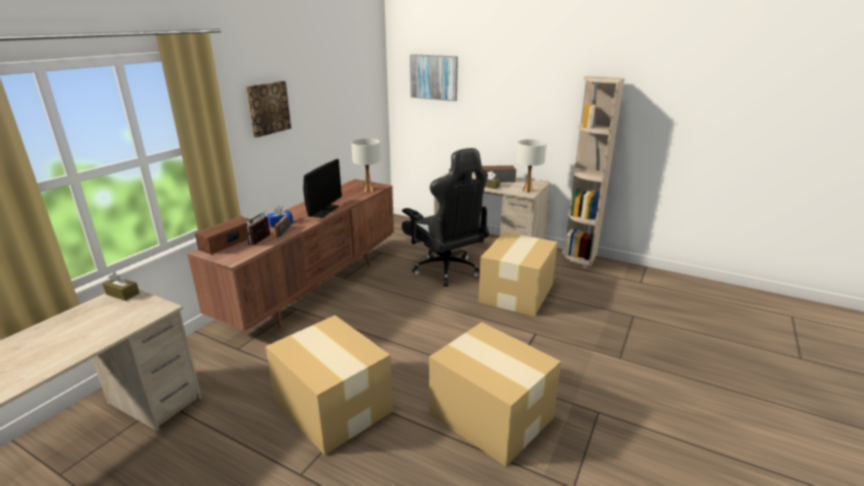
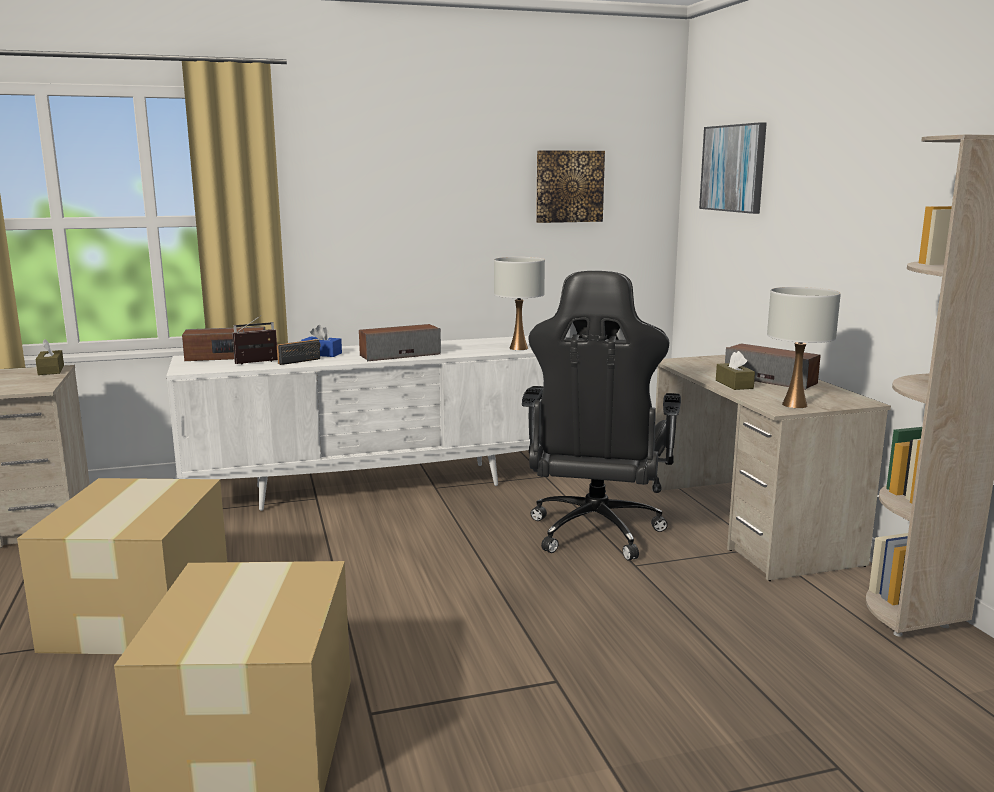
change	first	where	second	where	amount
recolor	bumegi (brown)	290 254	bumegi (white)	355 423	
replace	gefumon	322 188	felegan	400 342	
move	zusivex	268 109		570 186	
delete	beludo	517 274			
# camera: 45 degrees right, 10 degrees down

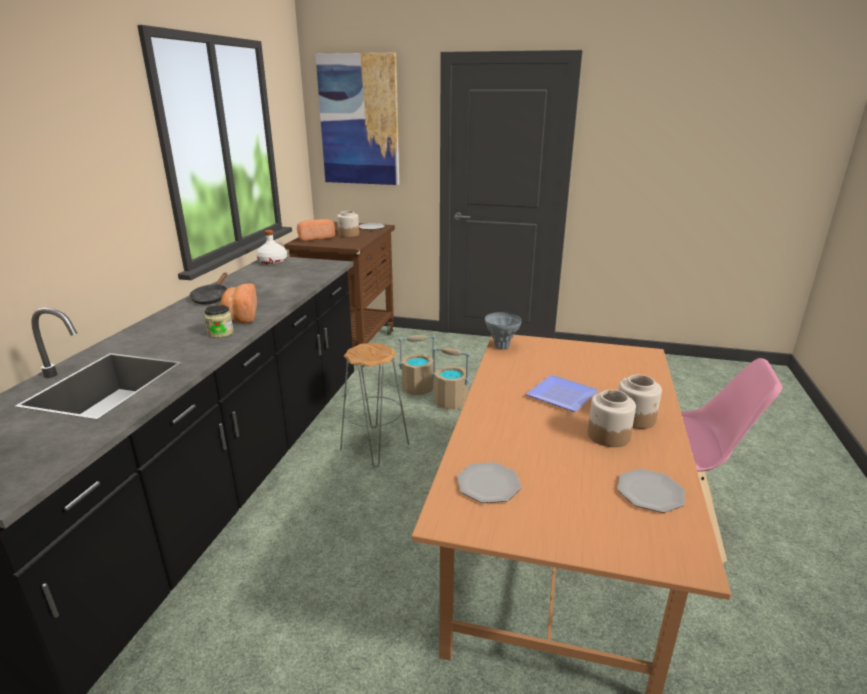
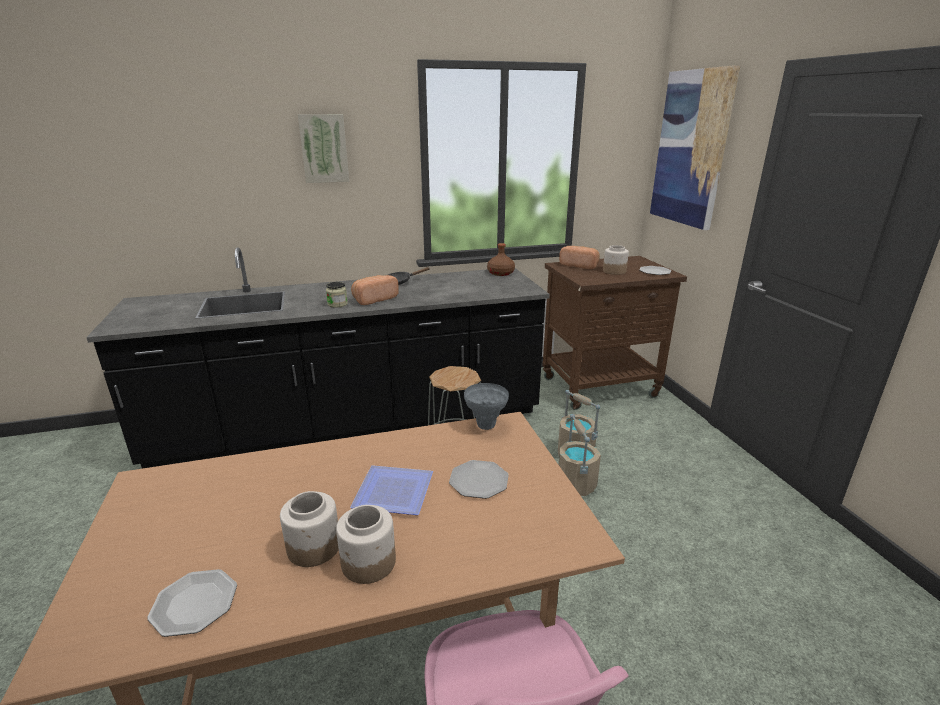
change	first	where	second	where	amount
insert			zusivex	323 148	
move	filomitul	489 482		479 479	
recolor	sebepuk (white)	271 247	sebepuk (brown)	501 259	
# camera: 60 degrees right, 0 degrees up

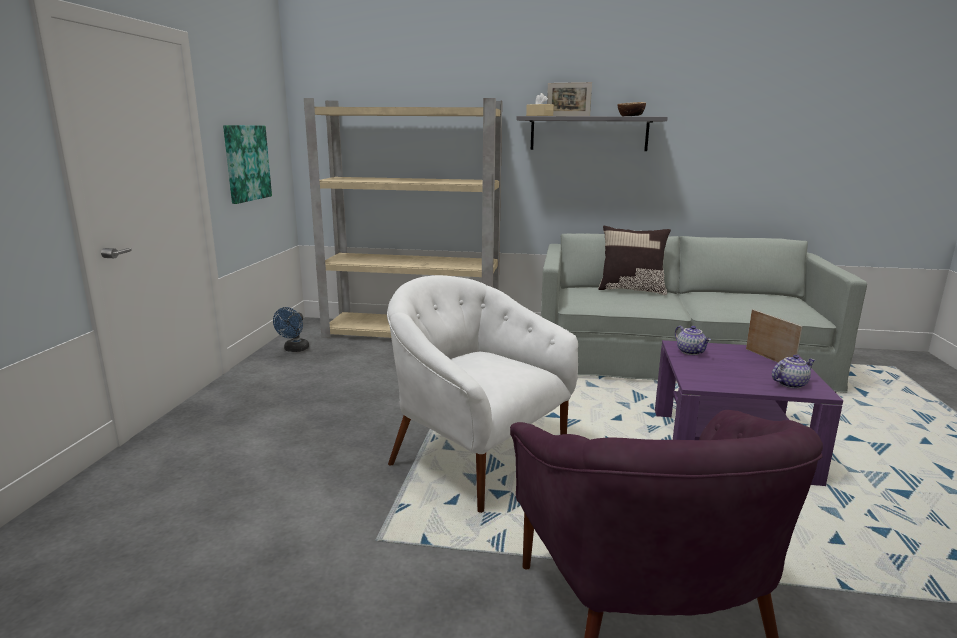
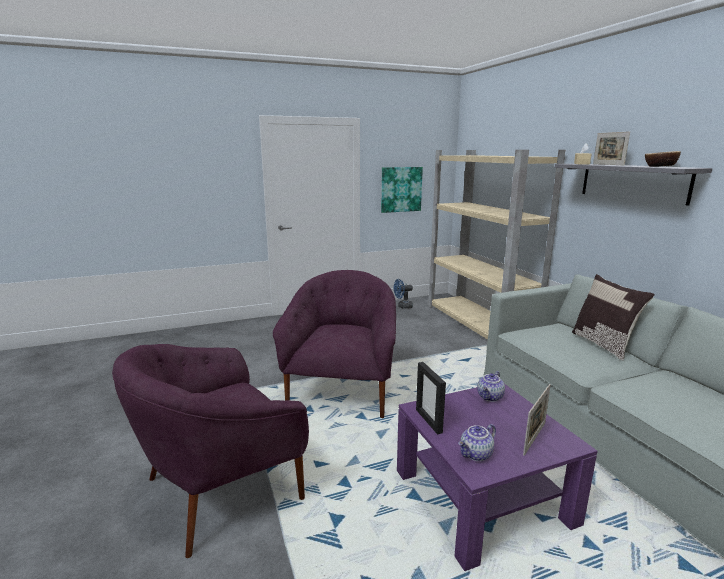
change	first	where	second	where	amount
recolor	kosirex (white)	482 394	kosirex (purple)	334 344	
insert			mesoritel	431 398	
rotate	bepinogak	793 372		477 442	105 degrees clockwise
# camera: 60 degrees right, 0 degrees up

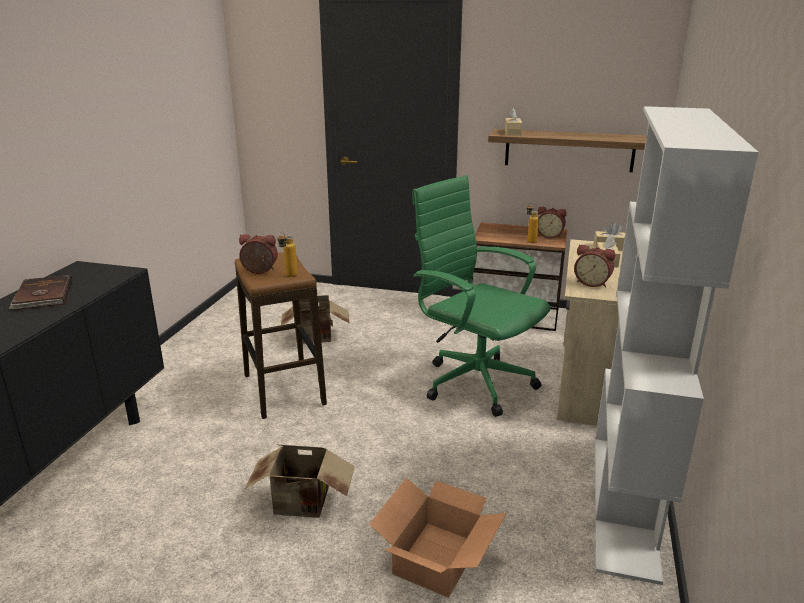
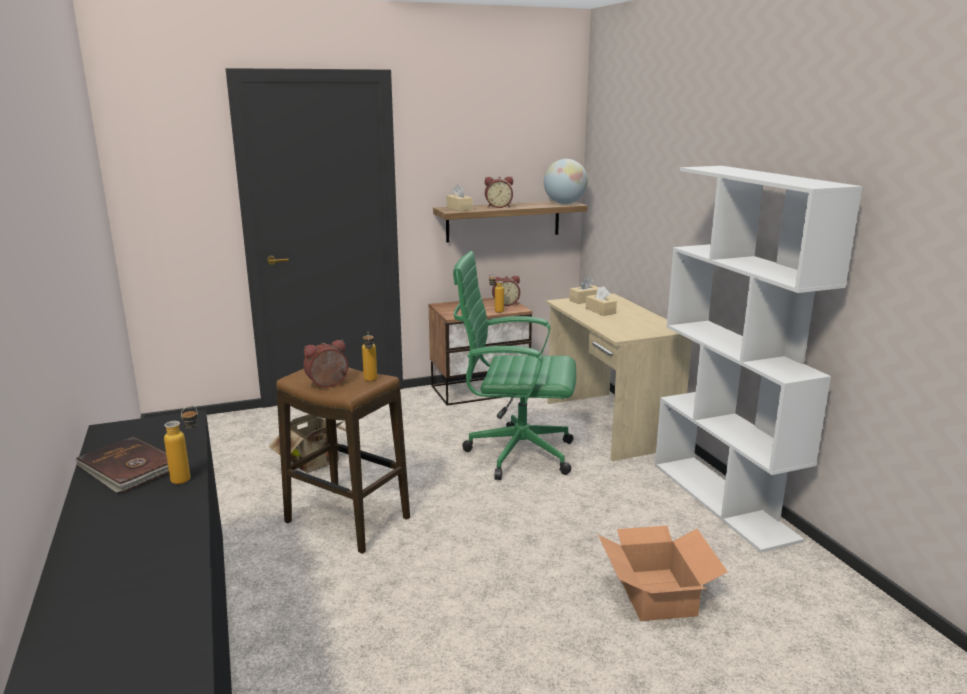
change	first	where	second	where	amount
insert			sebepuk	181 445	
move	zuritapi	594 266		499 192	
insert			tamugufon	566 181	
delete	beludo	300 481			
# camera: 35 degrees left, 5 degrees down

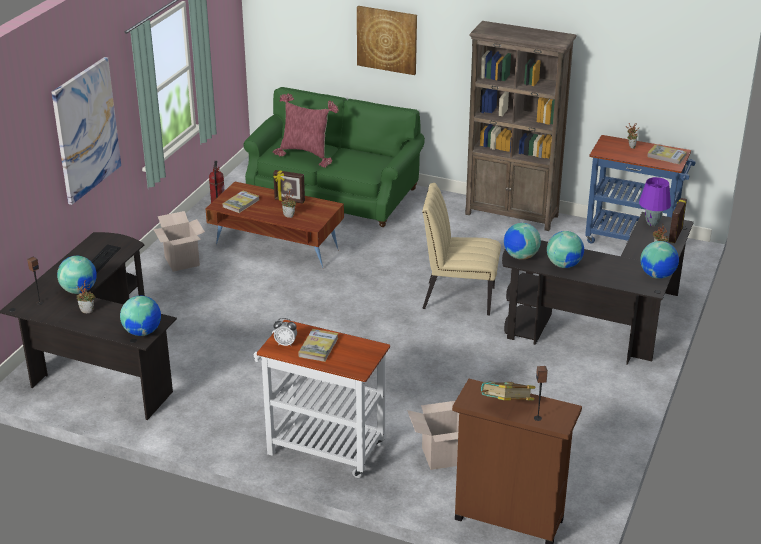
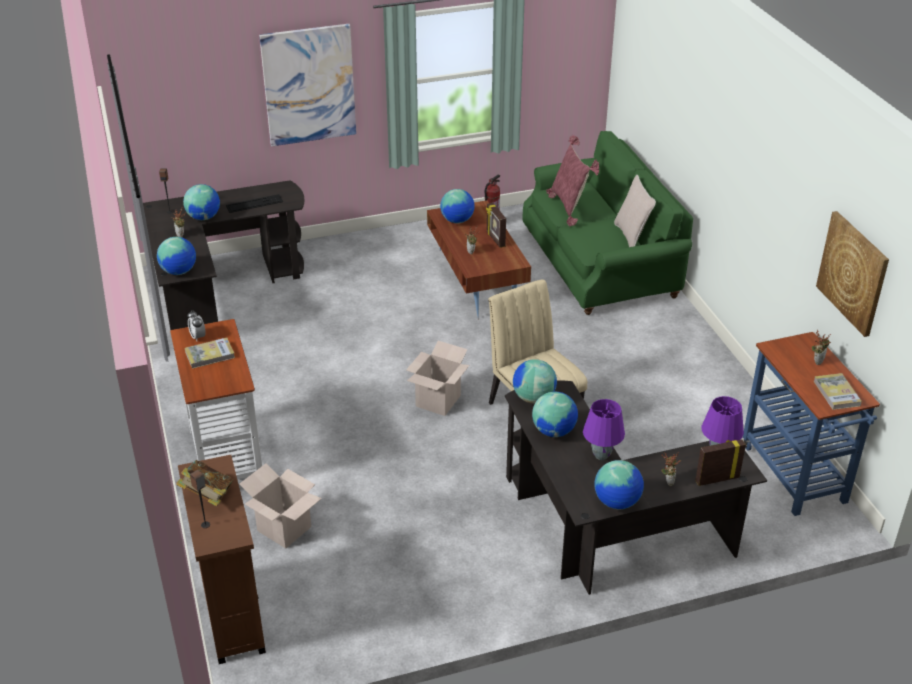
change	first	where	second	where	amount
move	beludo	179 241		438 378	
replace	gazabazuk	241 202	tamugufon	457 206	
insert			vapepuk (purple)	604 429	
insert			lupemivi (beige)	635 211	
move	zusivex	387 40		852 274	
delete	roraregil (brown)	521 126			
# camera: 50 degrees right, 5 degrees up

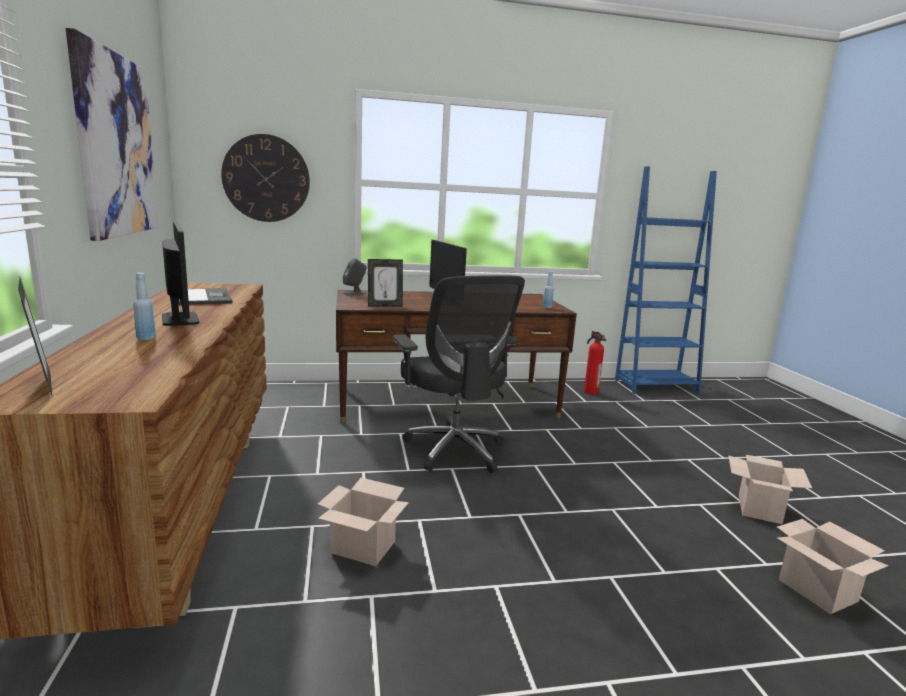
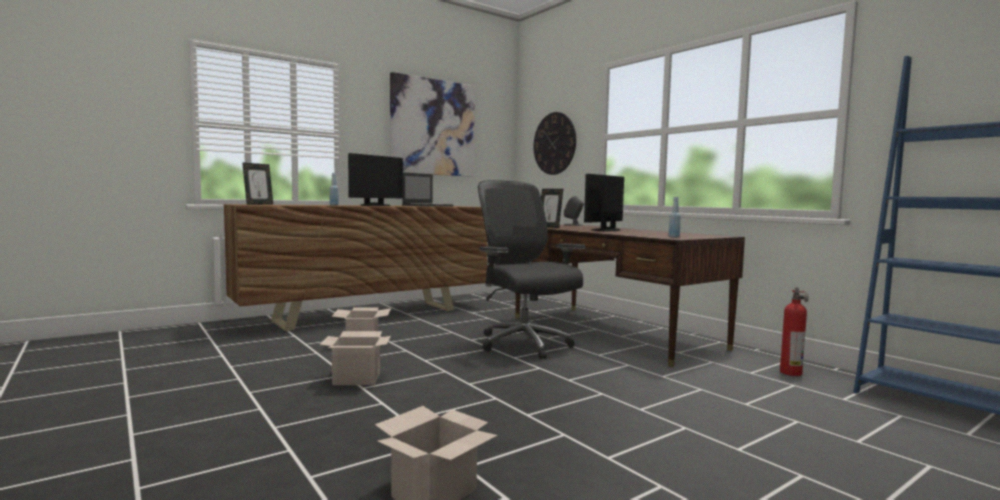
change	first	where	second	where	amount
move	beludo	770 489		355 358	
rotate	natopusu	458 374		532 269	105 degrees clockwise
# camera: 65 degrees right, 10 degrees down

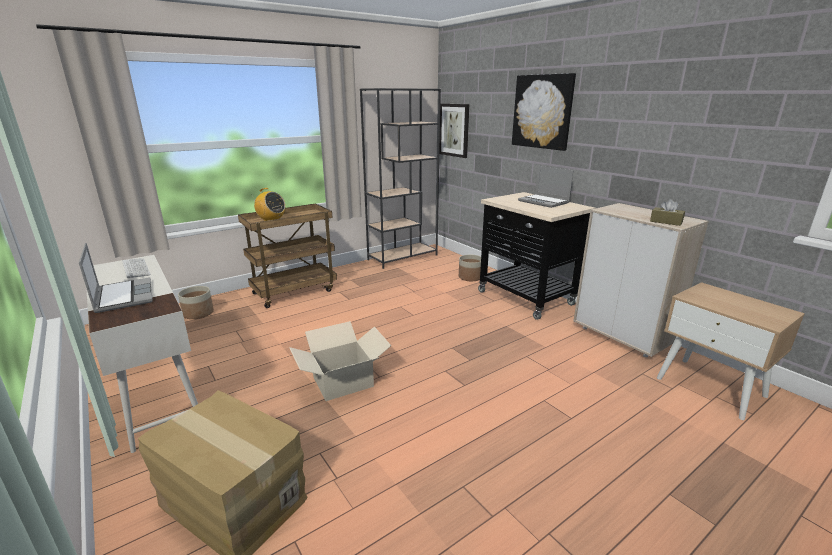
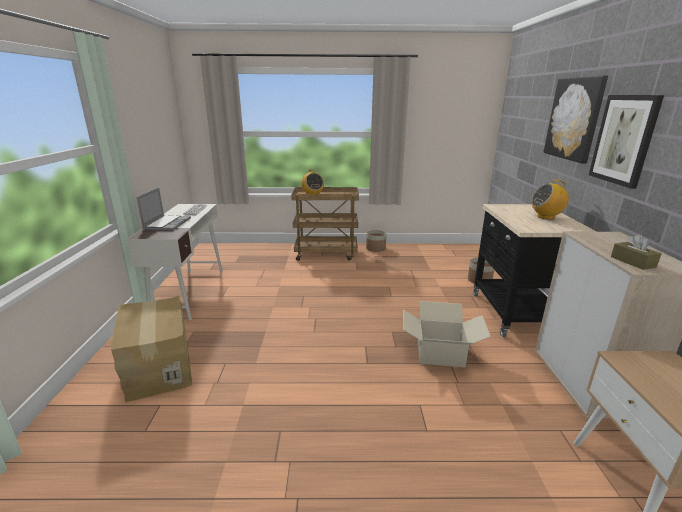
change	first	where	second	where	amount
move	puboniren	196 302		376 241	
move	beludo	340 361		447 334	
replace	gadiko	545 187	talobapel	550 200	
move	zusivex	454 131		626 142	
delete	roraregil	400 178			
# camera: 35 degrees right, 0 degrees up

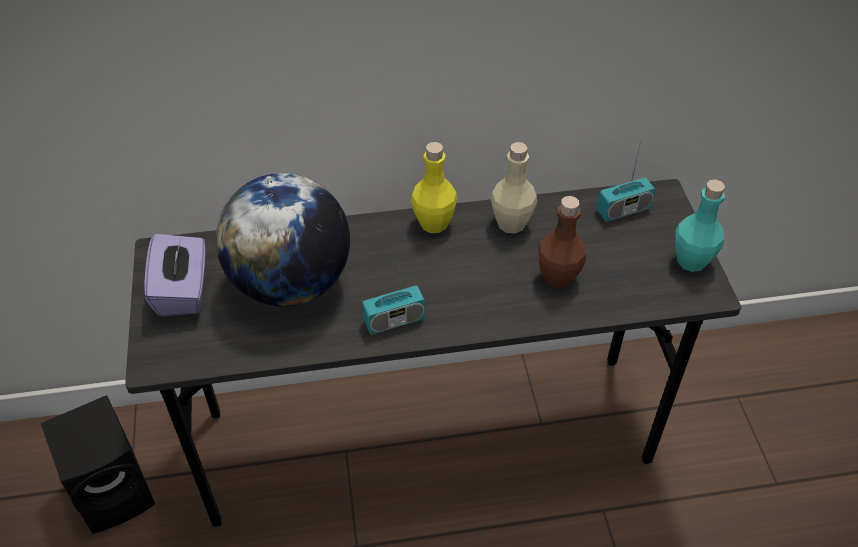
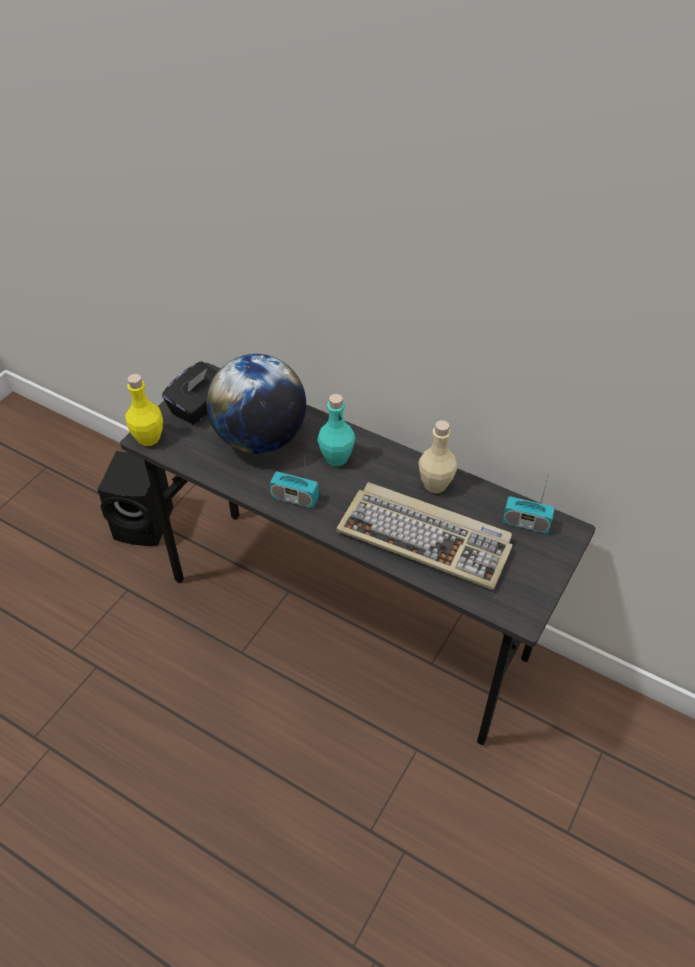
change	first	where	second	where	amount
move	sebepuk (yellow)	434 187		144 410	
recolor	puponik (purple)	175 275	puponik (black)	189 393	
move	sebepuk (turquoise)	700 225		336 430	
replace	sebepuk (brown)	562 242	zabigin	425 536	
# camera: 40 degrees right, 0 degrees up

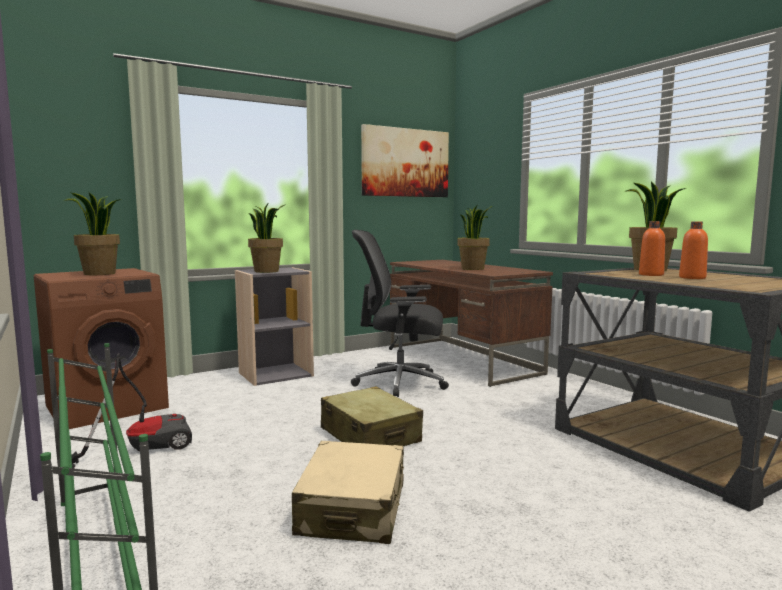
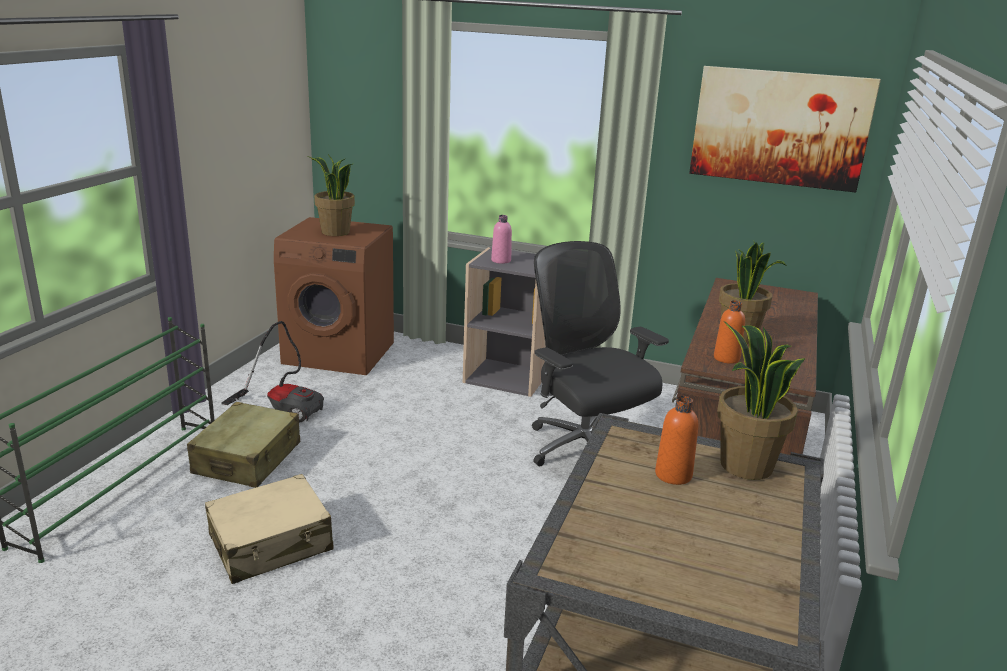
change	first	where	second	where	amount
move	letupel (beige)	372 416		243 445	
replace	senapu	267 238	sebepuk (pink)	501 239	
move	sebepuk (orange)	693 250		729 332	
# camera: 50 degrees right, 15 degrees up

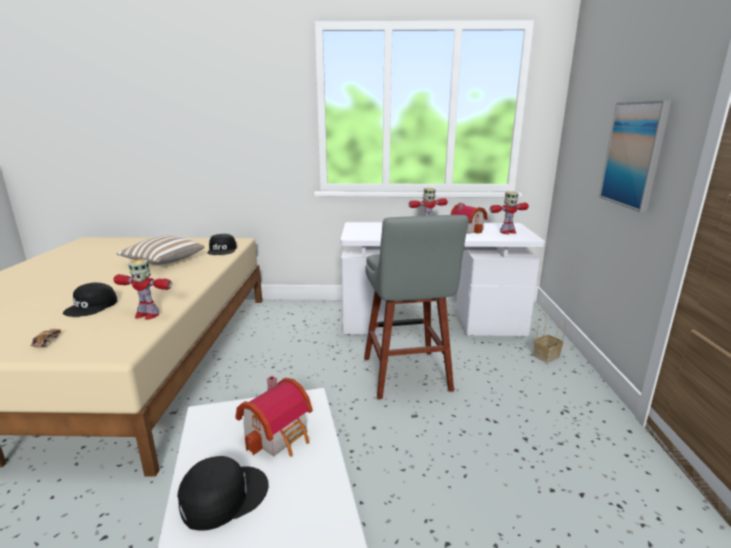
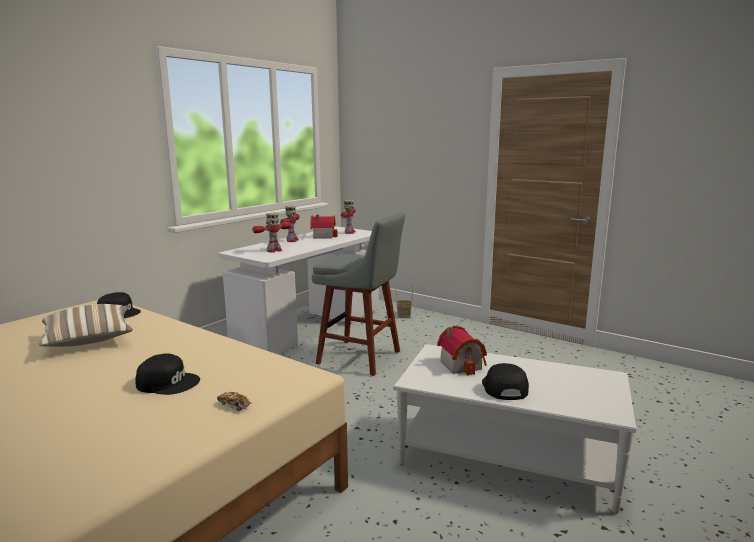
change	first	where	second	where	amount
rotate	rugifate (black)	90 300		168 374	45 degrees counterclockwise
move	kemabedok	142 289		271 233	
delete	zusivex	635 156			
# camera: 55 degrees left, 5 degrees down

